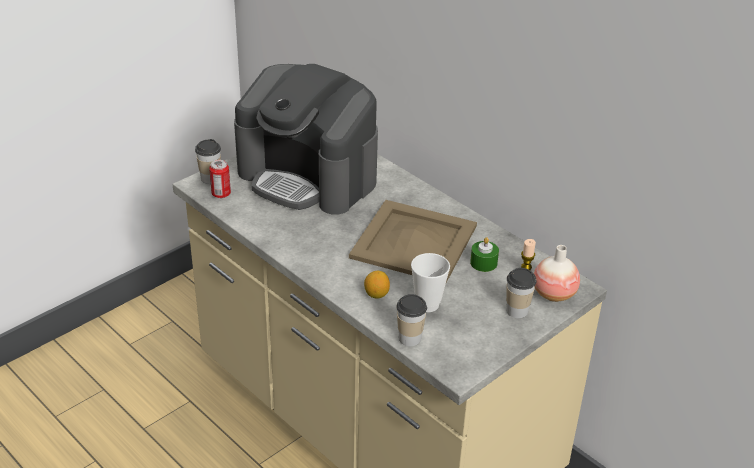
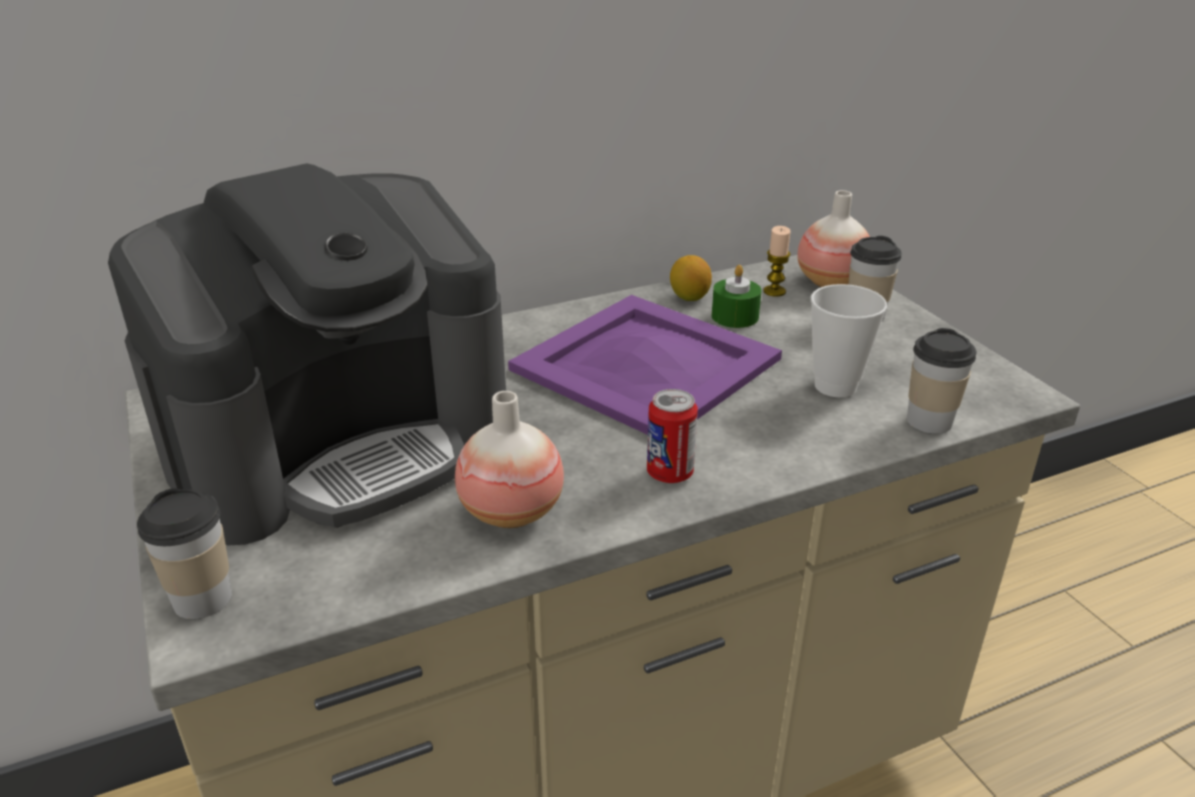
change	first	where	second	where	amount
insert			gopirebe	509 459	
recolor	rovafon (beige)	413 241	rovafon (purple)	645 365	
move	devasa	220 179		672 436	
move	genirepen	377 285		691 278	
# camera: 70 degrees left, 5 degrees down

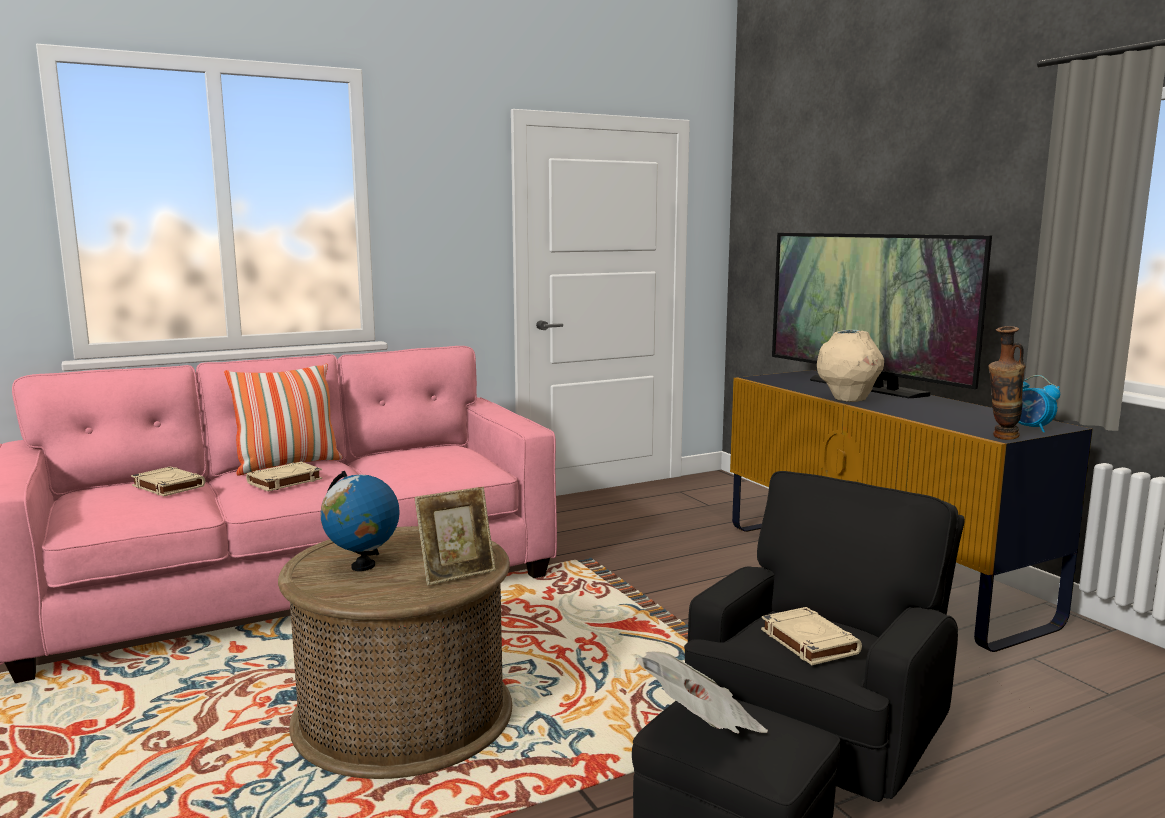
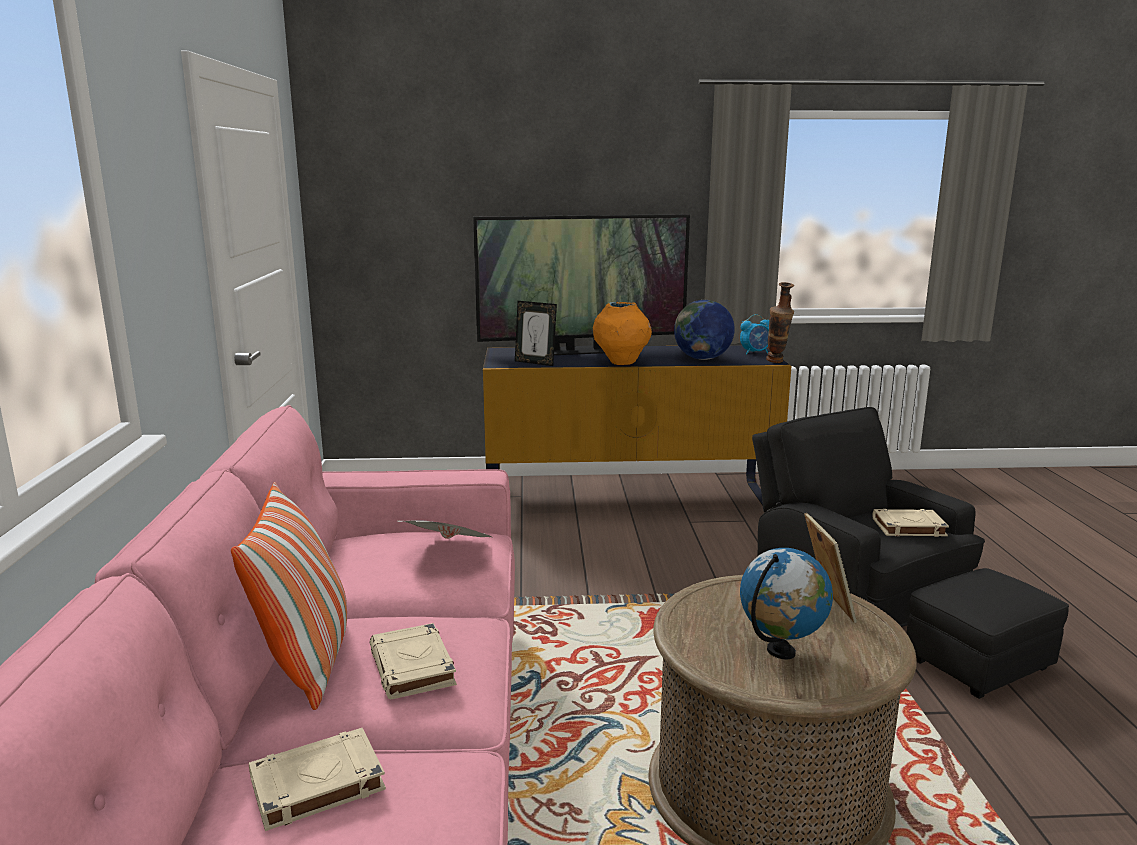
change	first	where	second	where	amount
move	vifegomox	702 693		445 529	
insert			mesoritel	536 333	
recolor	gopirebe (beige)	850 366	gopirebe (orange)	622 333	
insert			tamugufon	704 330	
# camera: 65 degrees left, 5 degrees up

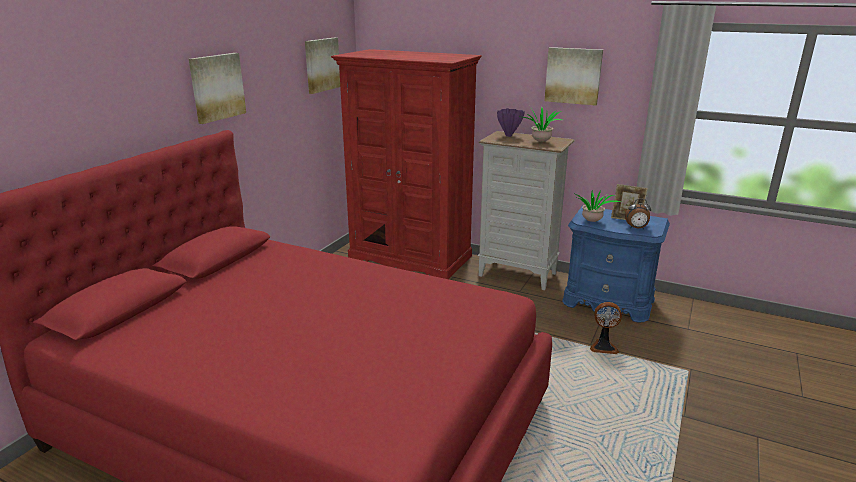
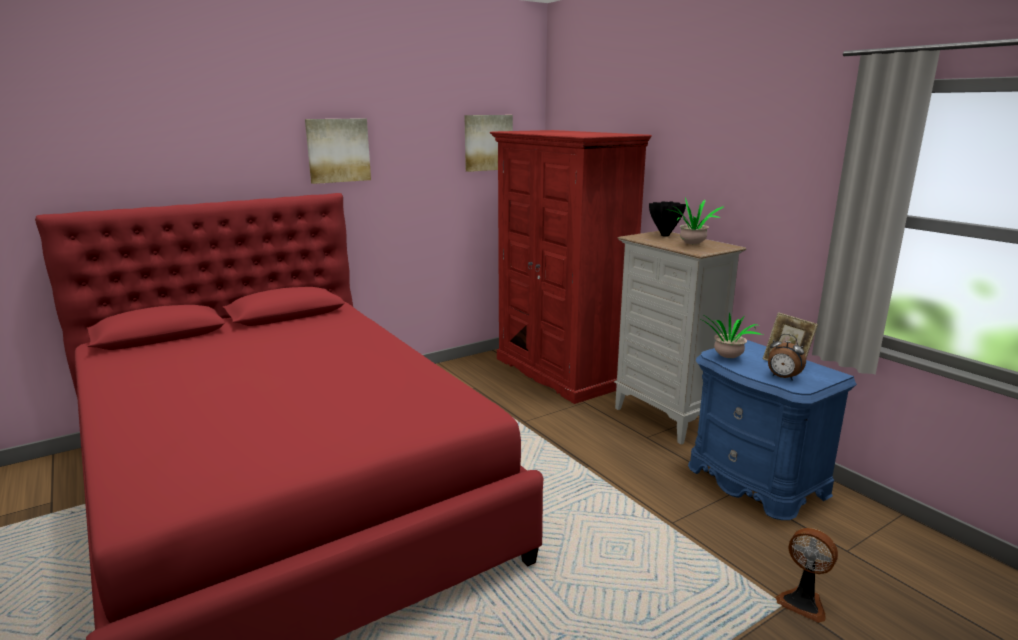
change	first	where	second	where	amount
recolor	gopirebe (purple)	511 122	gopirebe (black)	667 219	
move	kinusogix	606 328		806 575	
delete	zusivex	574 76			
# camera: 30 degrees right, 5 degrees down

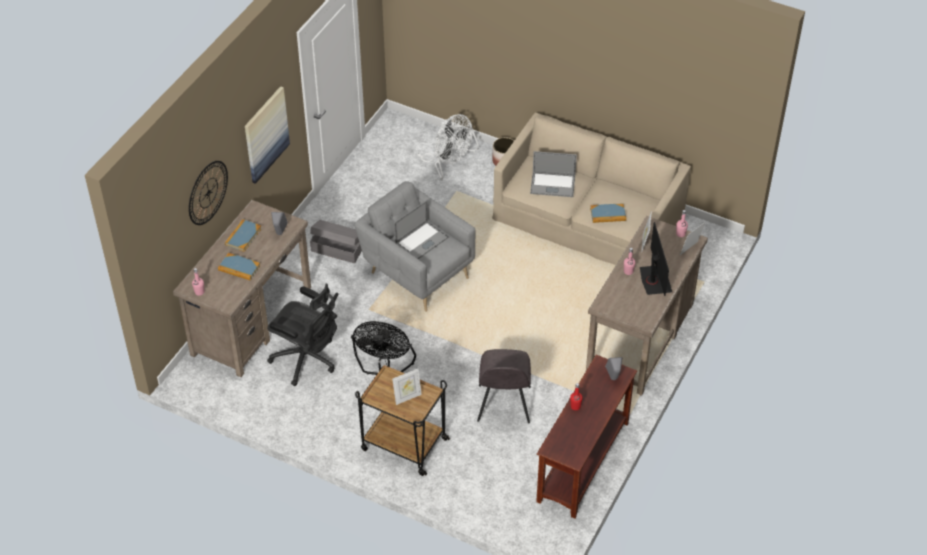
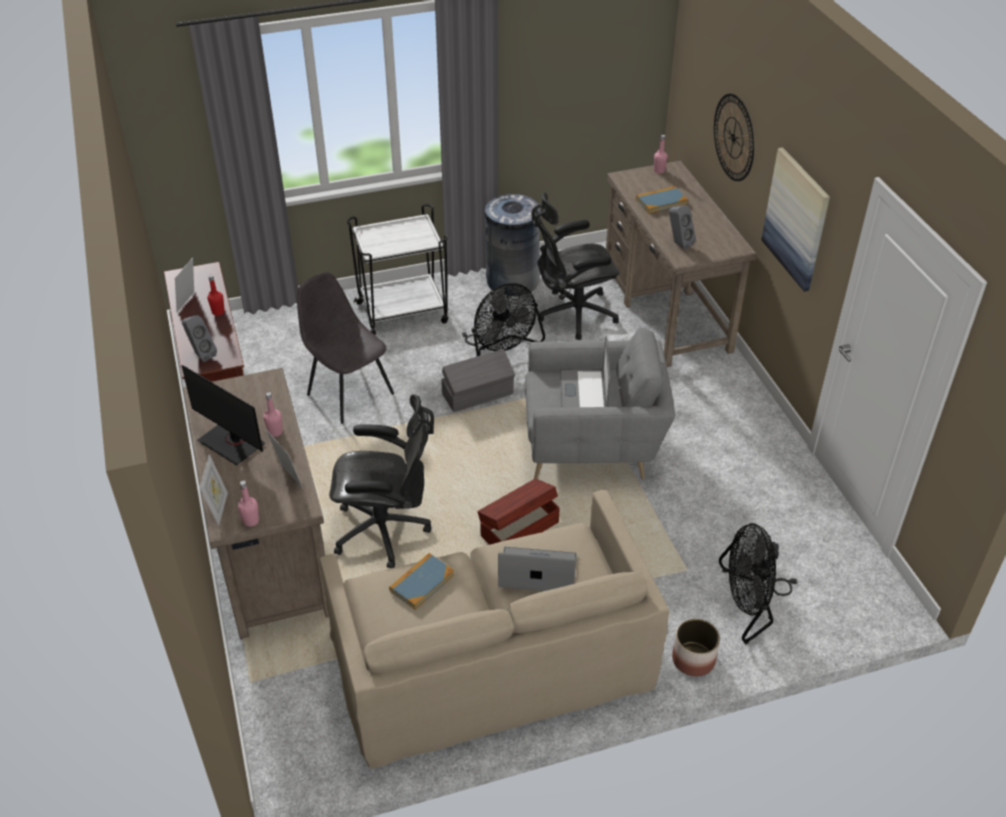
change	first	where	second	where	amount
move	mesoritel	407 387		184 285	
insert			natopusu	381 481	
recolor	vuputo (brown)	402 416	vuputo (white)	397 269	
move	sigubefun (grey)	336 241		478 380	
insert			sigubefun (brown)	519 511	
insert			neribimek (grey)	512 245	
rotate	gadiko	553 174		537 569	45 degrees clockwise
recolor	kinusogix (white)	448 147	kinusogix (black)	759 584	
delete	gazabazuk	243 235			
# camera: 135 degrees right, 5 degrees down

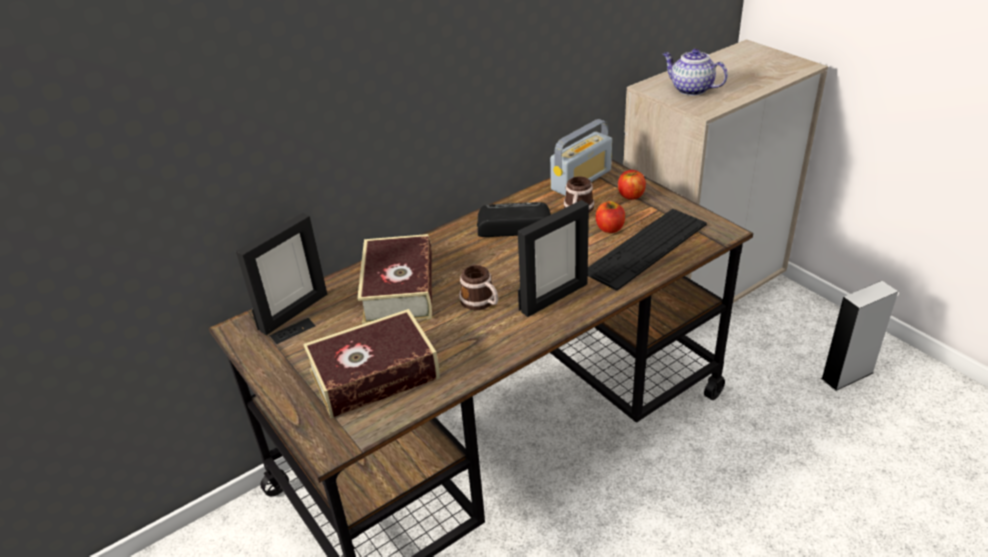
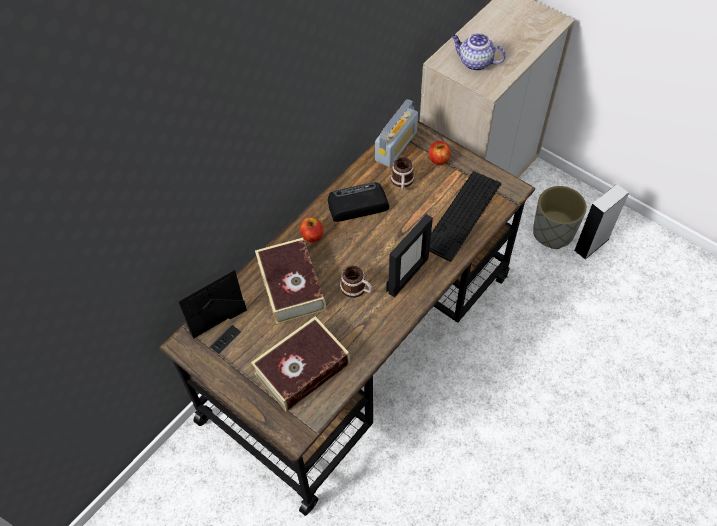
change	first	where	second	where	amount
rotate	mesoritel	281 274		211 301	150 degrees counterclockwise
move	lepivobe	610 217		311 229	
insert			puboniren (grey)	560 217	
# camera: 15 degrees left, 20 degrees up

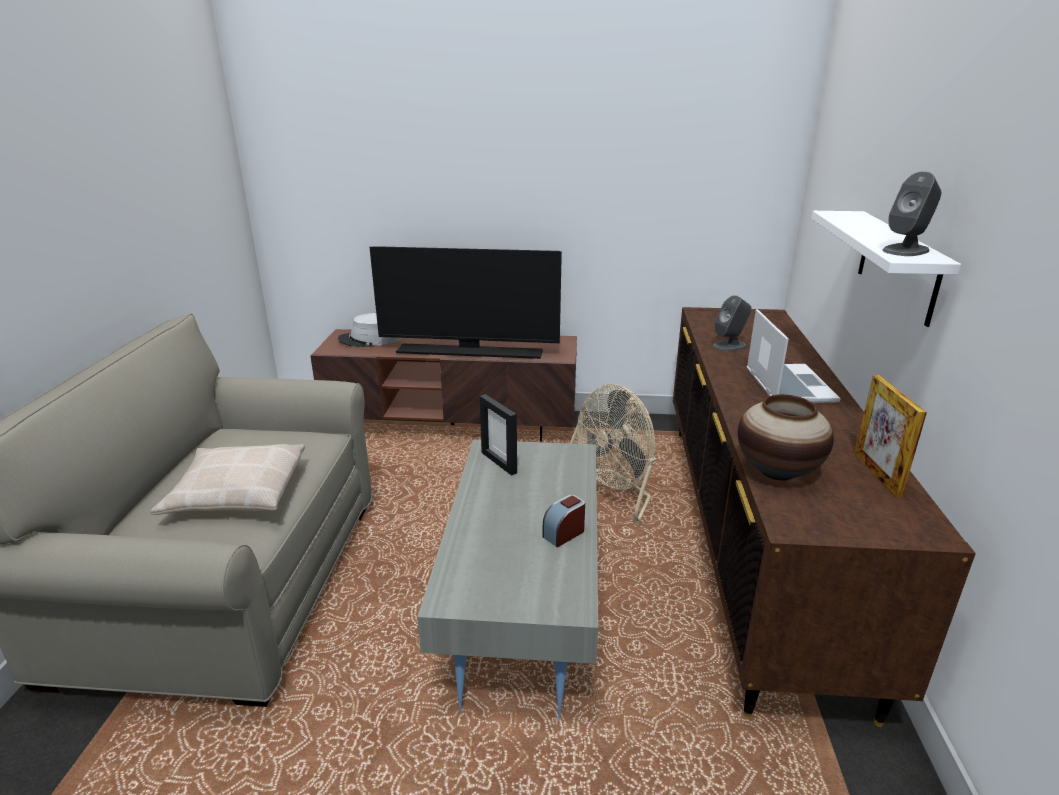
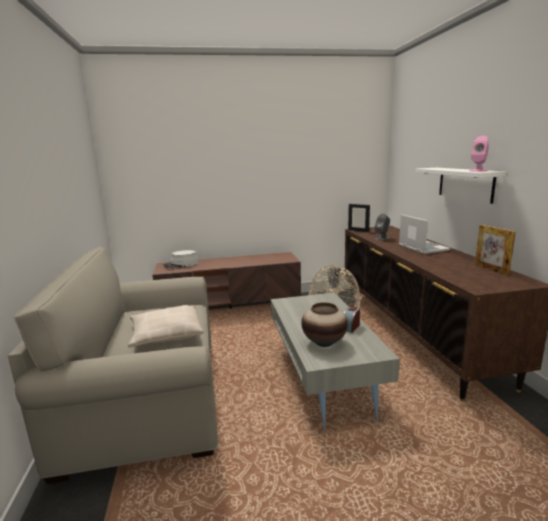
change	first	where	second	where	amount
move	gopirebe	786 437		324 324	
move	mesoritel	498 435		359 218	
recolor	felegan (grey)	911 213	felegan (pink)	479 154	
delete	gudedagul	466 302			
# camera: 15 degrees left, 10 degrees down

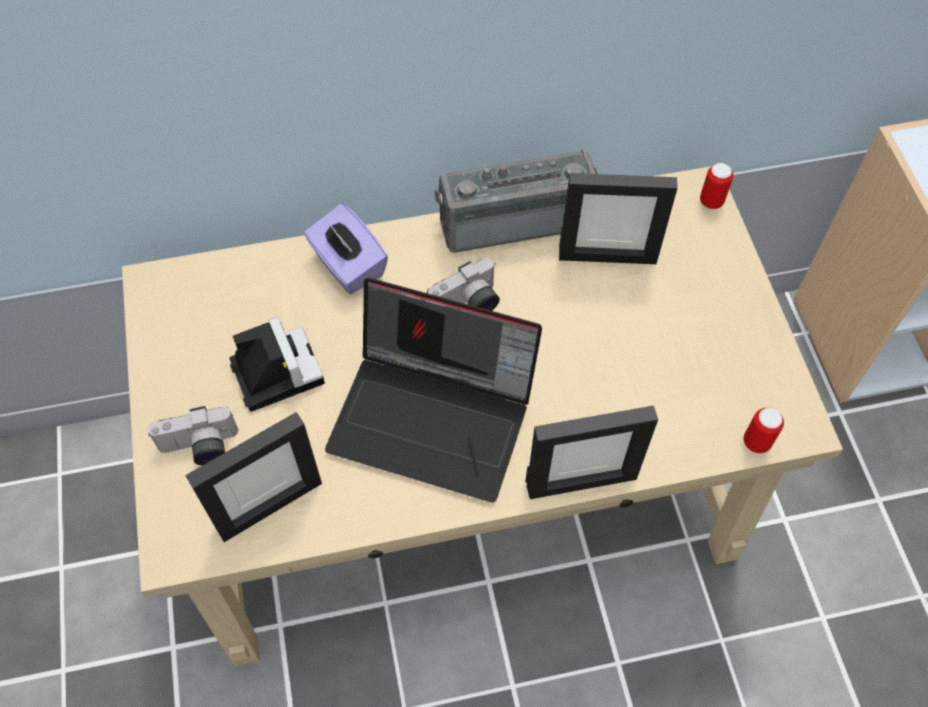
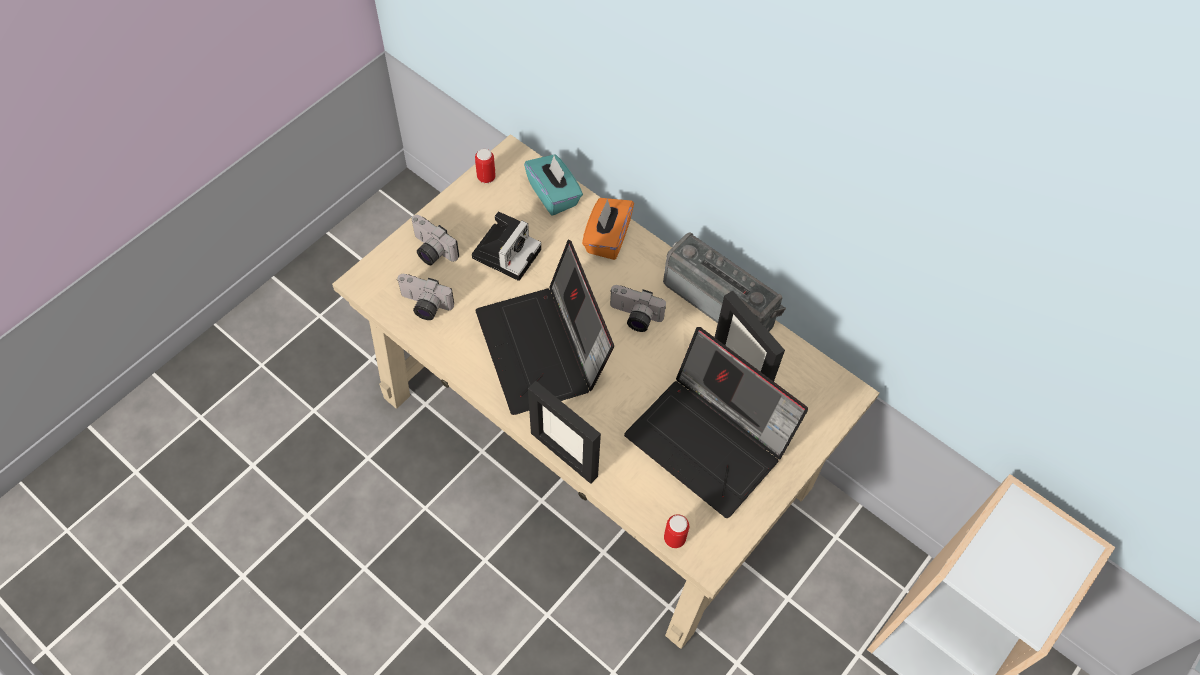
change	first	where	second	where	amount
replace	mesoritel	253 477	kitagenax	425 297	
move	devasa	716 186		485 166	
insert			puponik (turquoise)	553 185	
recolor	puponik (purple)	346 249	puponik (orange)	608 229	
insert			gadiko	716 422	
# camera: 50 degrees right, 0 degrees up

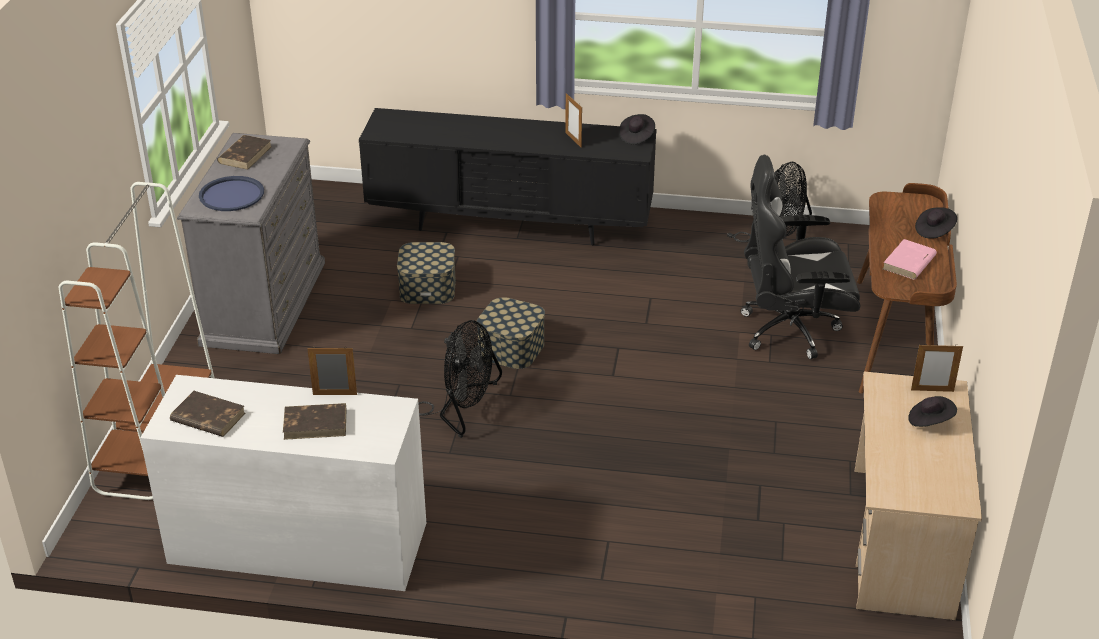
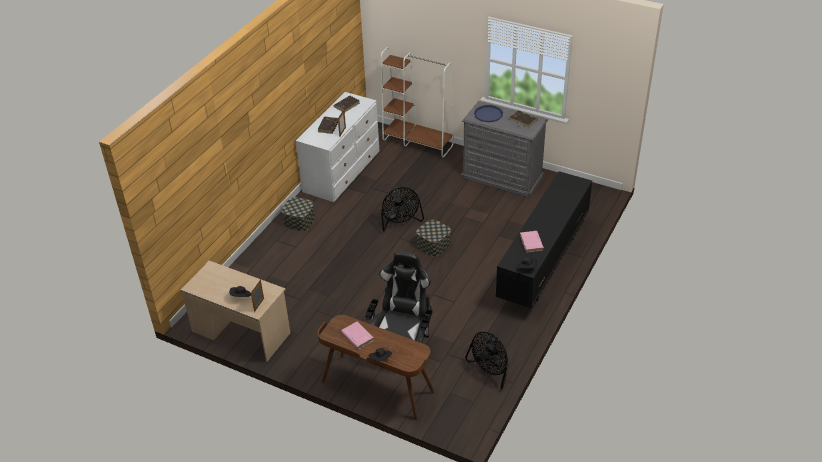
change	first	where	second	where	amount
move	sigubefun	426 273		298 214	
rotate	kinusogix (black)	460 379		402 209	60 degrees counterclockwise
replace	mesoritel	573 120	gazabazuk (pink)	532 242	
# camera: 110 degrees right, 5 degrees up

